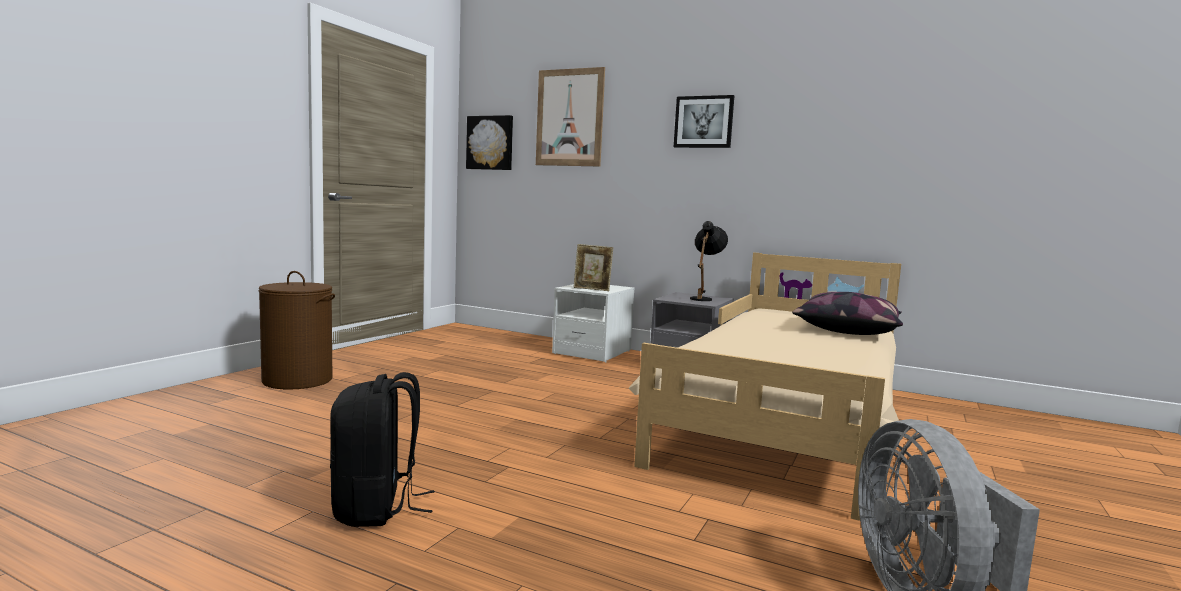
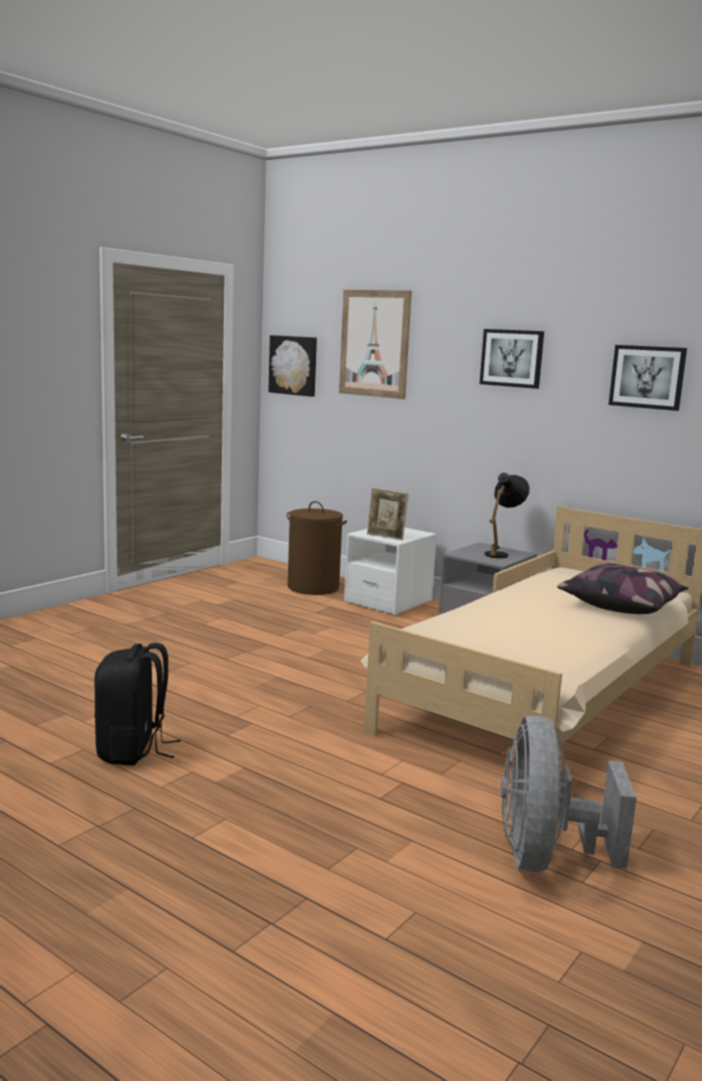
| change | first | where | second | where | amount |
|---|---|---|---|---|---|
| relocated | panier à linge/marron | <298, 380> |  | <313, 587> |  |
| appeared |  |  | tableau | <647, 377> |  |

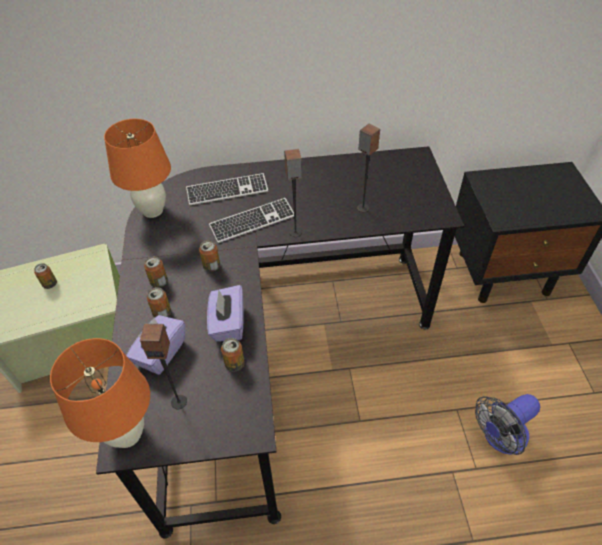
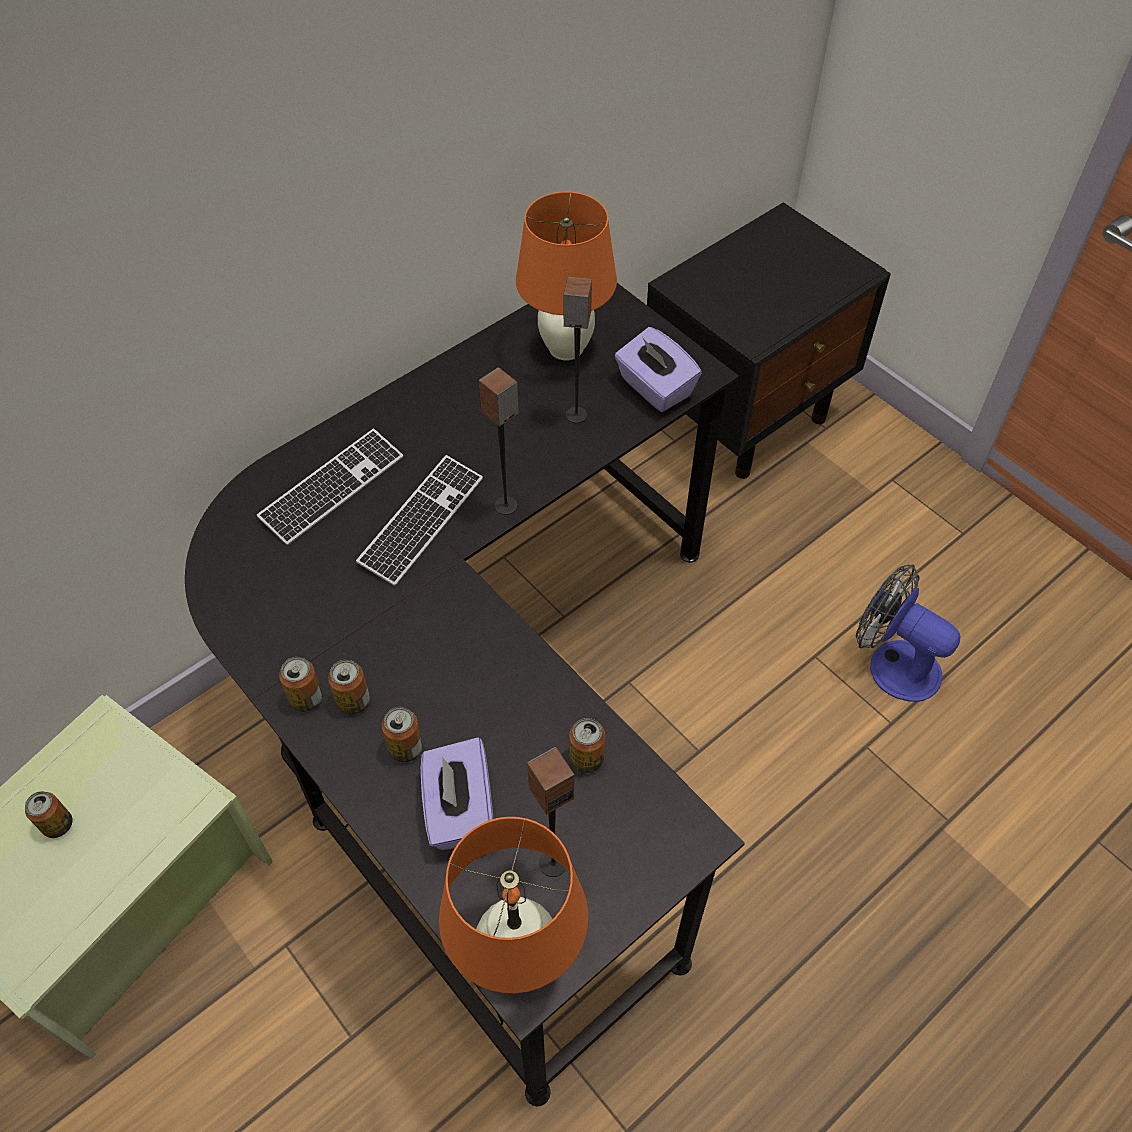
| change | first | where | second | where | amount |
|---|---|---|---|---|---|
| relocated | lampe de table/orange | <153, 211> |  | <566, 348> |  |
| relocated | boîte métallique | <211, 266> |  | <306, 698> |  |
| relocated | boîte à mouchoirs/violet | <228, 324> |  | <654, 388> |  |
| spun | ventilateur | <499, 438> |  | <893, 663> | 105 degrees clockwise |

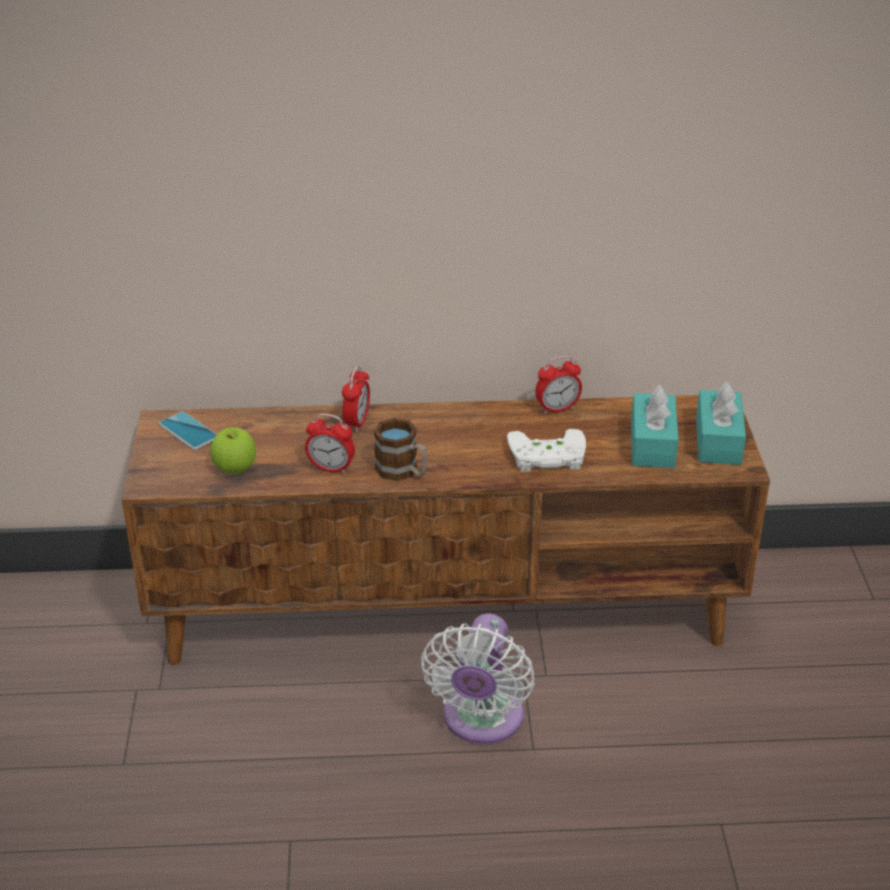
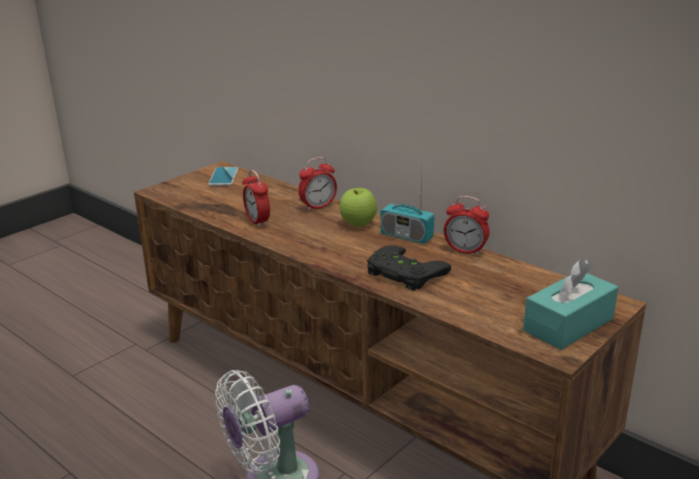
| change | first | where | second | where | amount |
|---|---|---|---|---|---|
| relocated | pomme | <235, 469> |  | <358, 224> |  |
| missing | mug | <403, 472> |  |  |  |
| colour | manette/blanc | <546, 458> | manette/noir | <402, 274> |  |
| missing | boîte à mouchoirs/turquoise | <652, 444> |  |  |  |
| appeared |  |  | radio | <406, 236> |  |

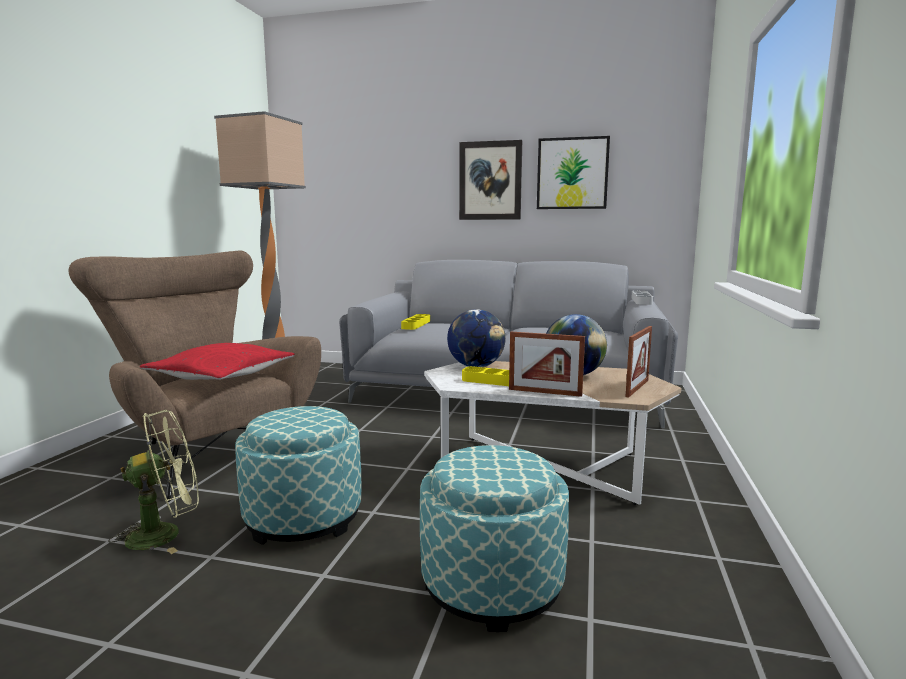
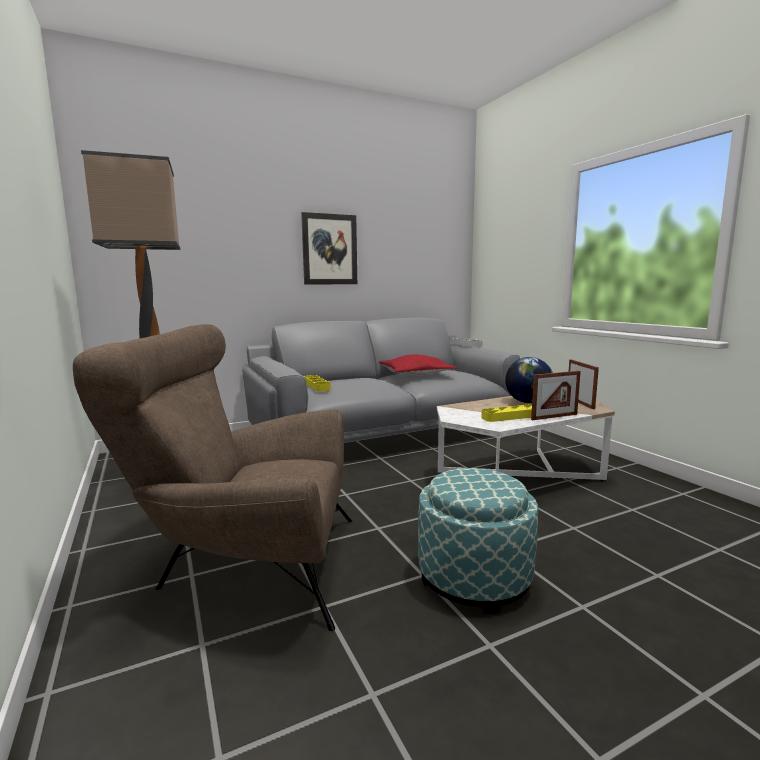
| change | first | where | second | where | amount |
|---|---|---|---|---|---|
| missing | ventilateur/vert | <165, 533> |  |  |  |
| relocated | coussin/rouge | <221, 376> |  | <415, 374> |  |
| missing | pouf | <492, 584> |  |  |  |
| missing | globe | <476, 366> |  |  |  |
| missing | tableau | <572, 173> |  |  |  |

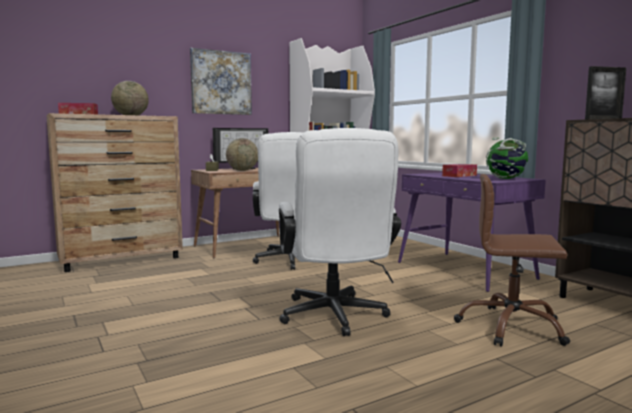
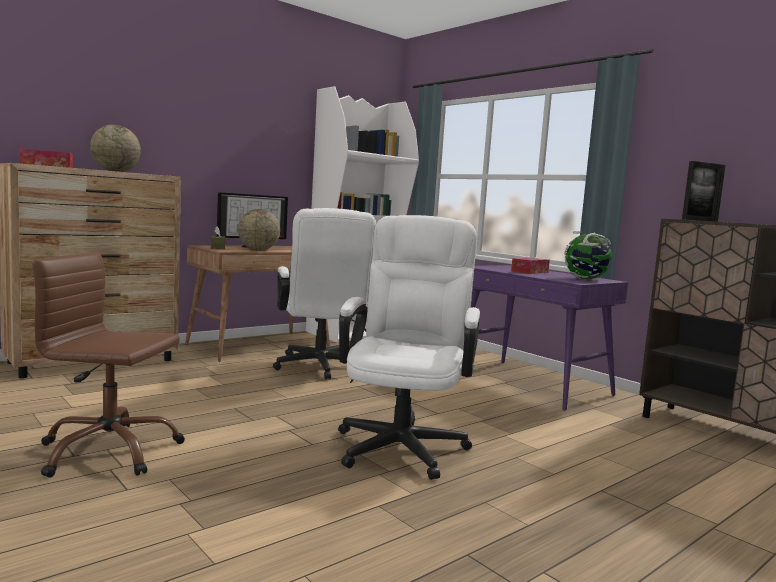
| change | first | where | second | where | amount |
|---|---|---|---|---|---|
| missing | tableau | <221, 82> |  |  |  |
| spun | chaise de bureau/blanc | <334, 318> |  | <403, 442> | 150 degrees counterclockwise |
| relocated | chaise de bureau/marron | <511, 327> |  | <109, 451> |  |

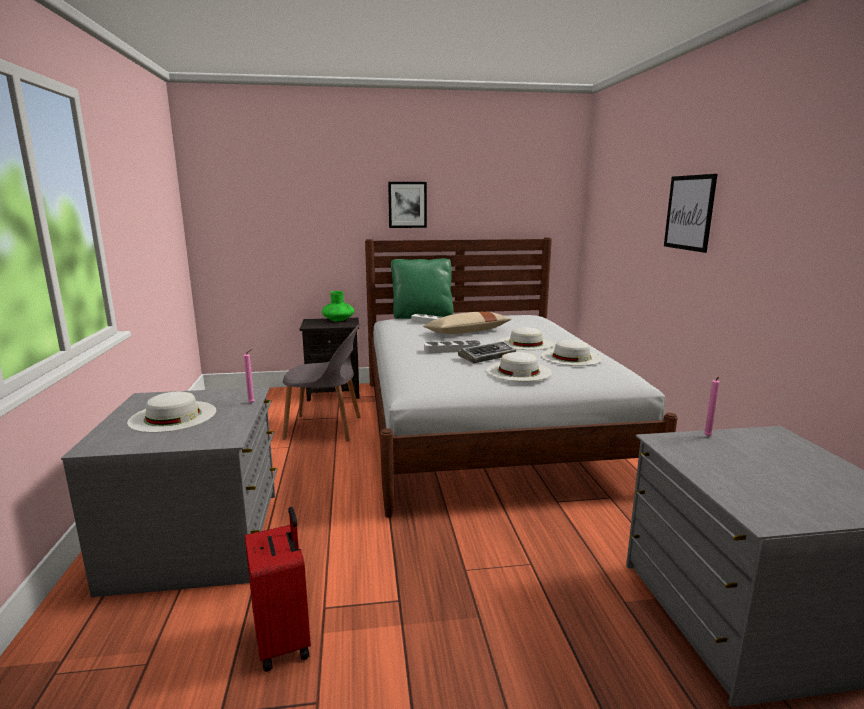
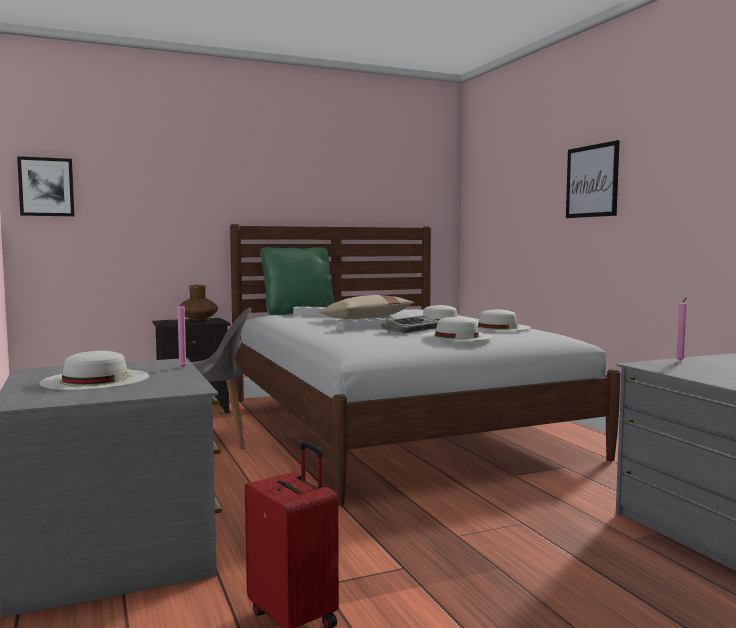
| change | first | where | second | where | amount |
|---|---|---|---|---|---|
| colour | vase/vert | <338, 320> | vase/marron | <198, 319> |  |
| relocated | tableau | <407, 205> |  | <46, 187> |  |

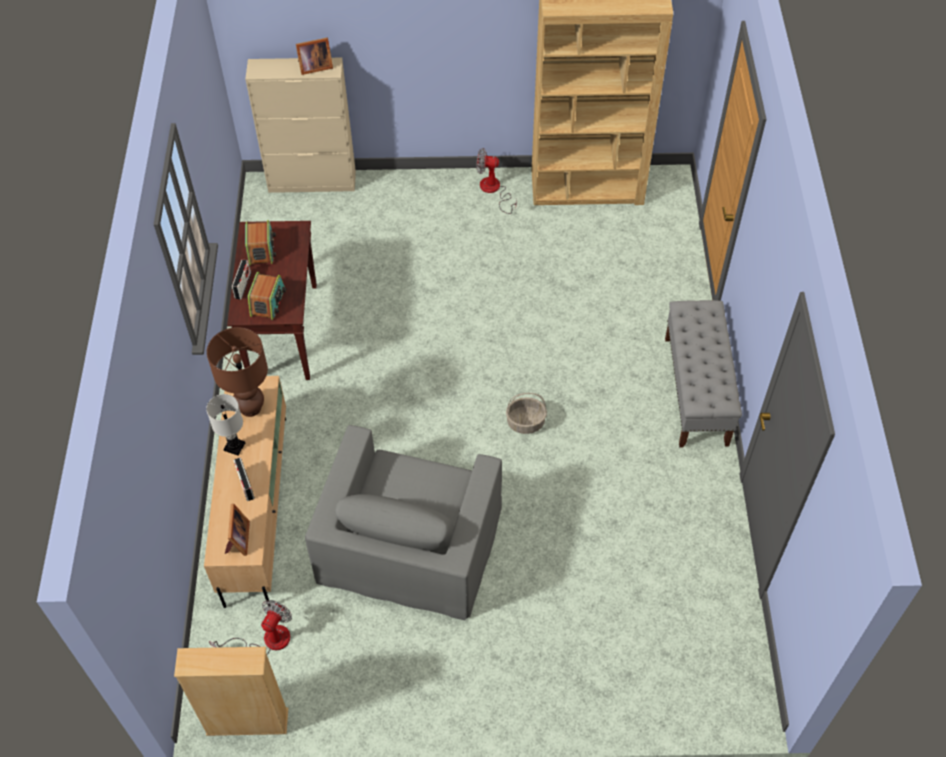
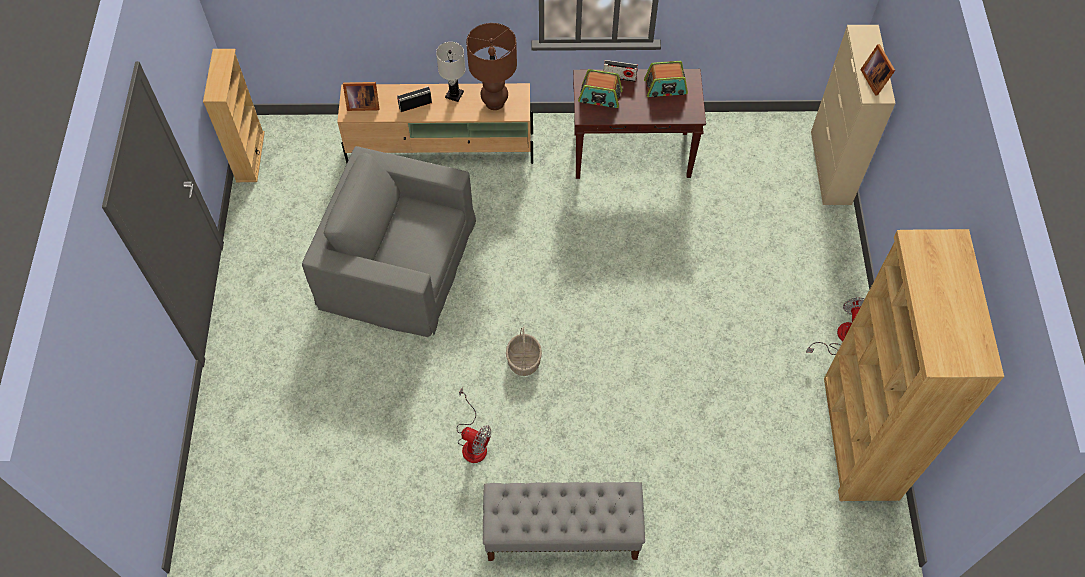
| change | first | where | second | where | amount |
|---|---|---|---|---|---|
| relocated | ventilateur | <267, 640> |  | <472, 442> |  |

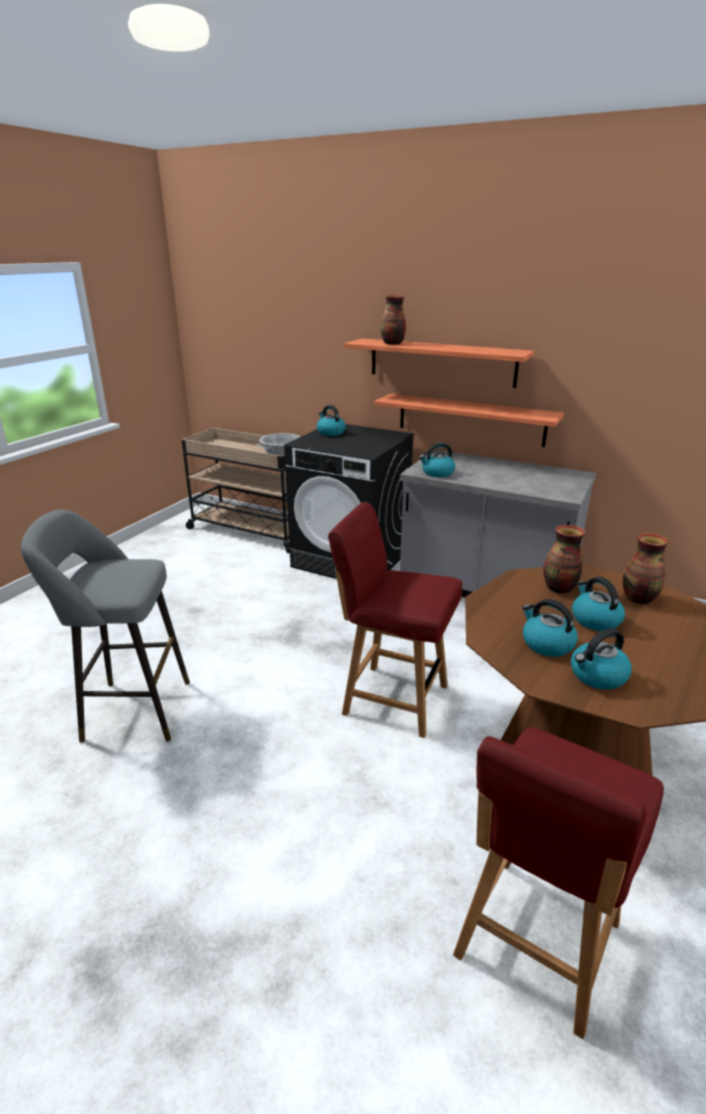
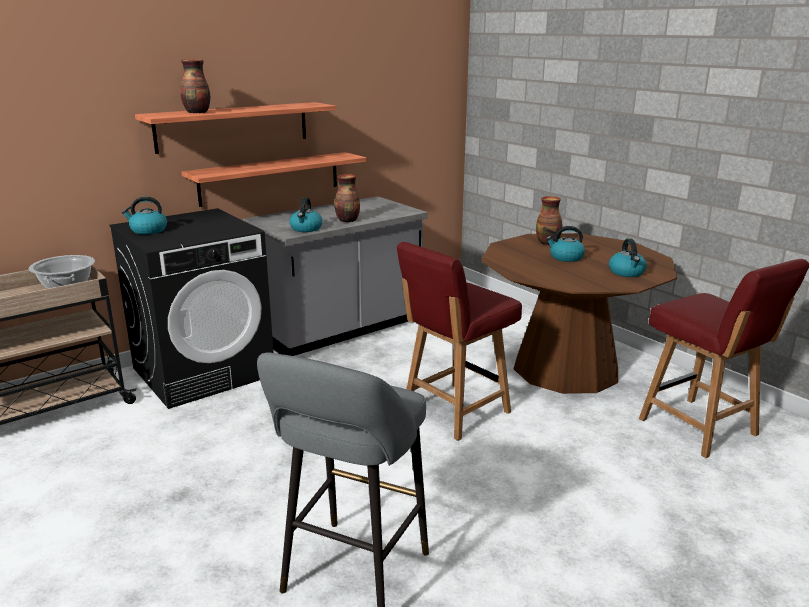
| change | first | where | second | where | amount |
|---|---|---|---|---|---|
| missing | bouilloire | <546, 644> |  |  |  |
| relocated | vase | <559, 588> |  | <348, 220> |  |

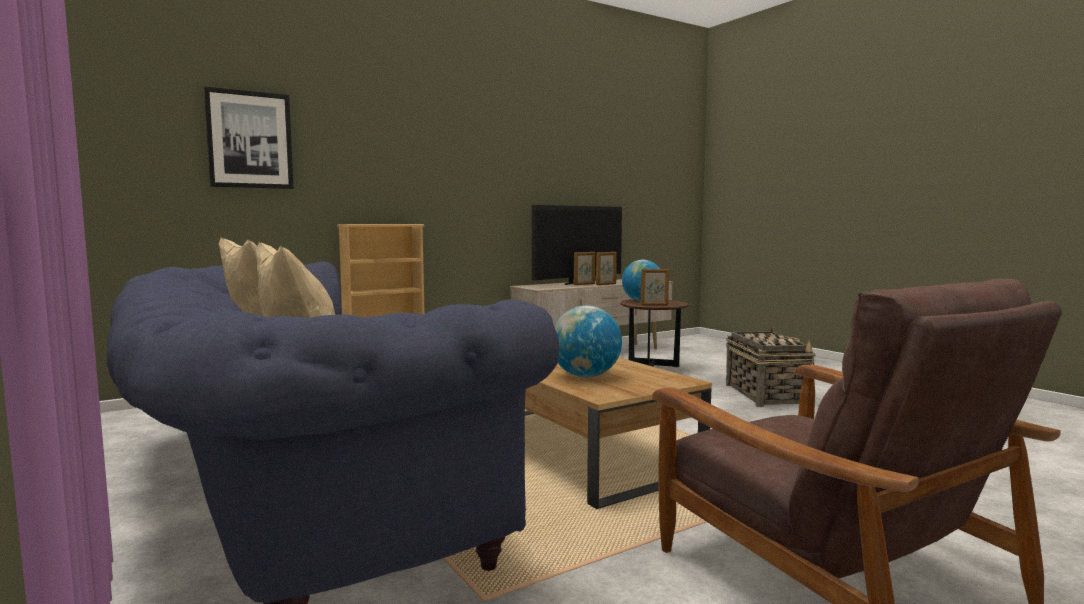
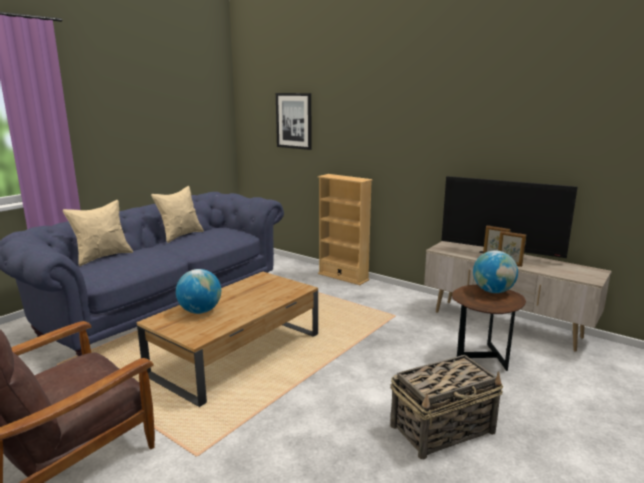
| change | first | where | second | where | amount |
|---|---|---|---|---|---|
| missing | cadre photo | <654, 305> |  |  |  |

